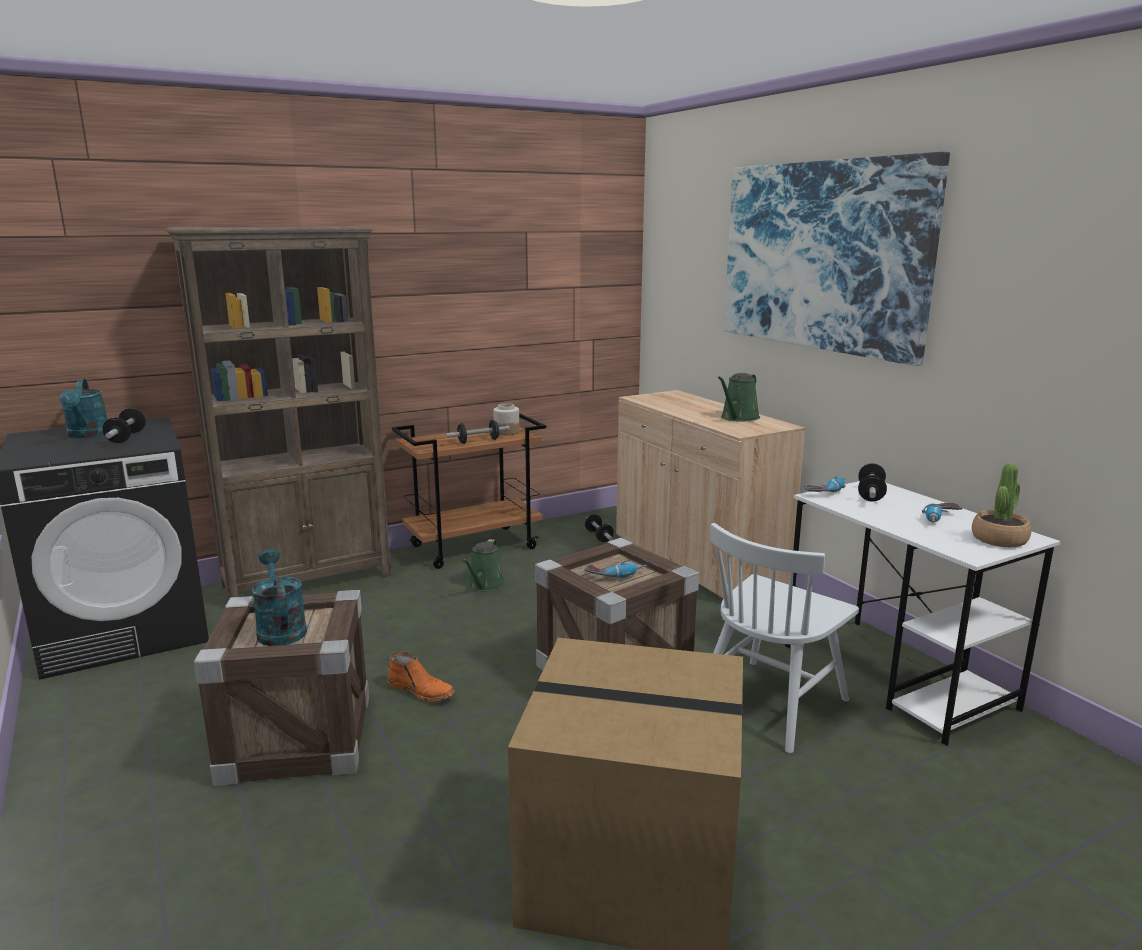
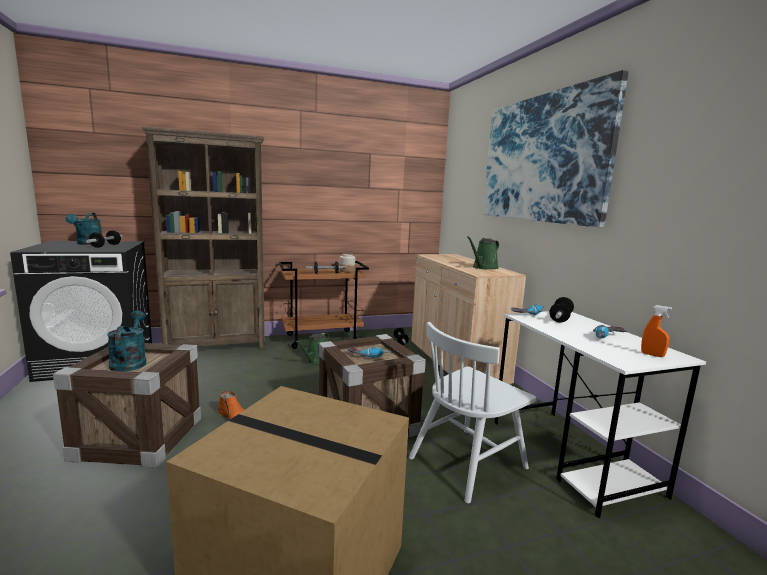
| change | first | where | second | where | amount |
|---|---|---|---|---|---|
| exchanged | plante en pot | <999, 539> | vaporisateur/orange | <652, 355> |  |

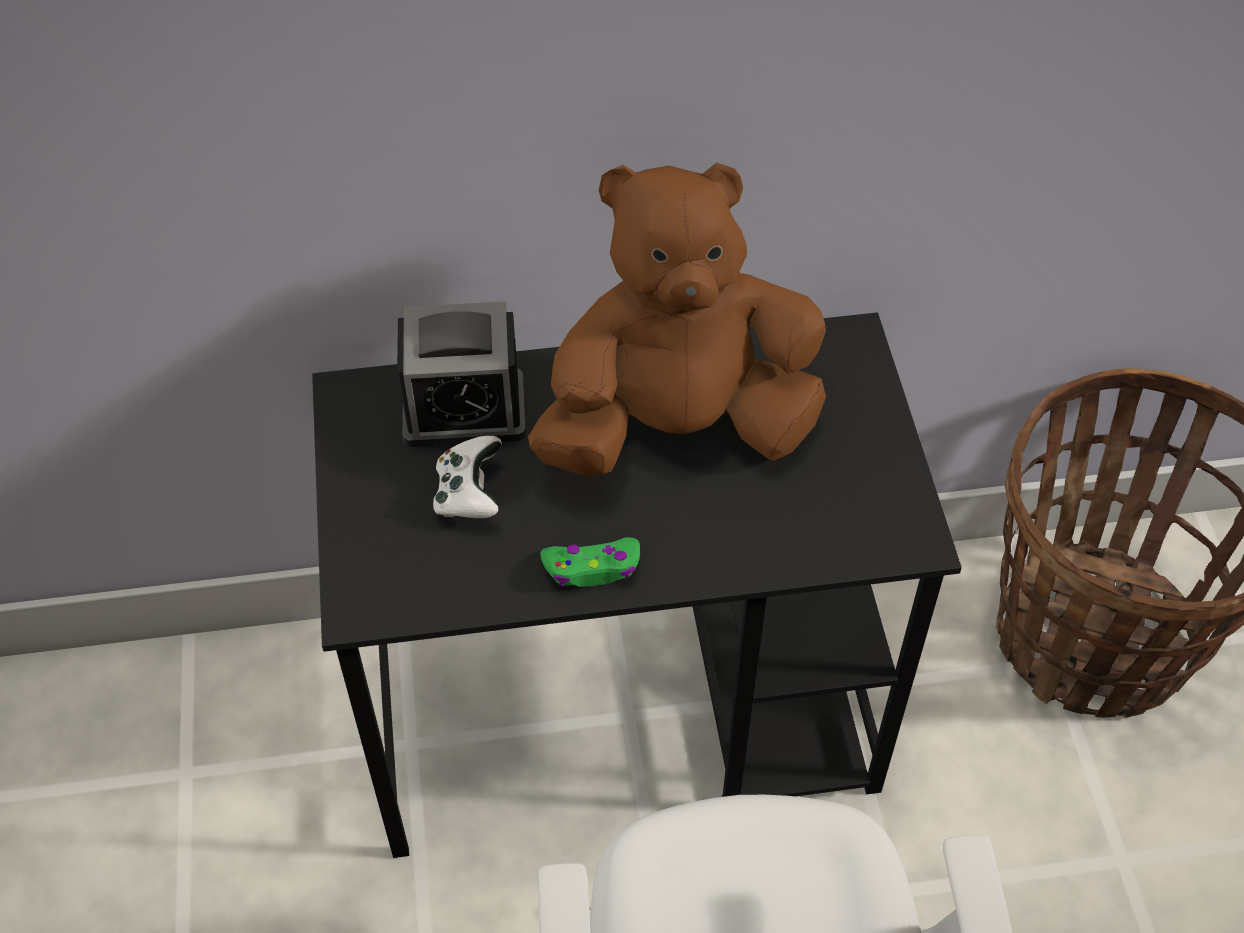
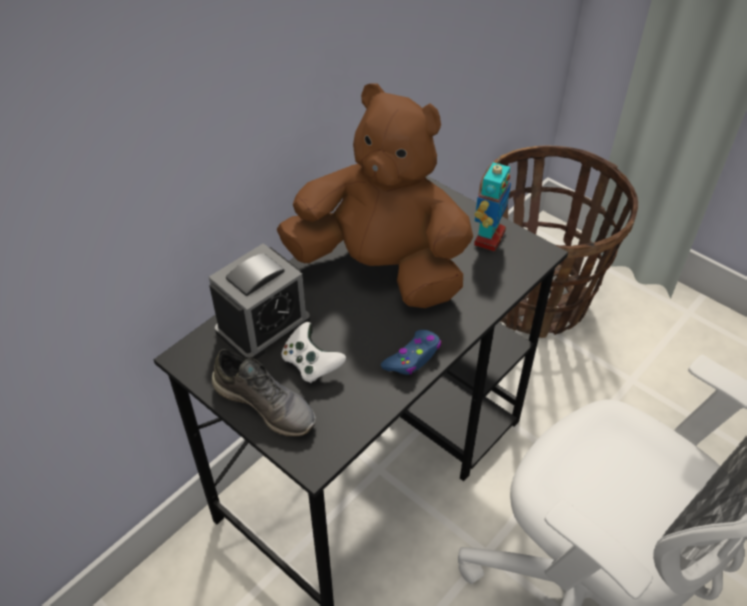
| change | first | where | second | where | amount |
|---|---|---|---|---|---|
| spun | peluche/marron | <677, 427> |  | <381, 268> | 75 degrees clockwise |
| colour | manette/vert | <592, 568> | manette/bleu | <413, 358> |  |
| appeared |  |  | chaussure/gris | <266, 403> |  |
| appeared |  |  | robot jouet | <488, 238> |  |

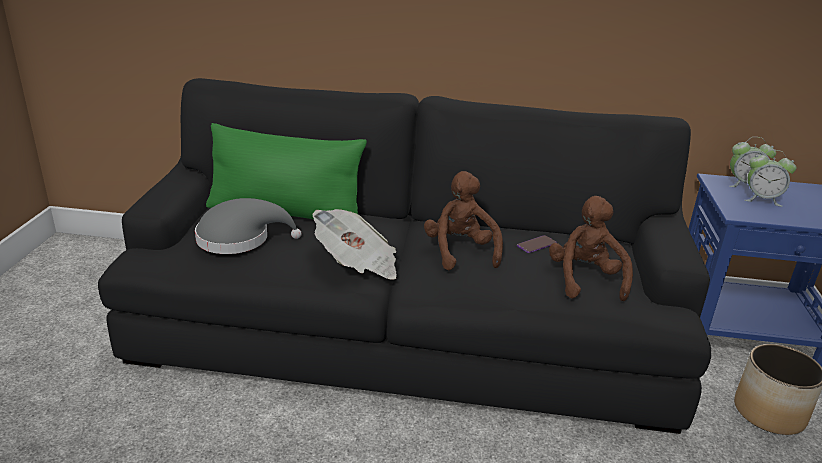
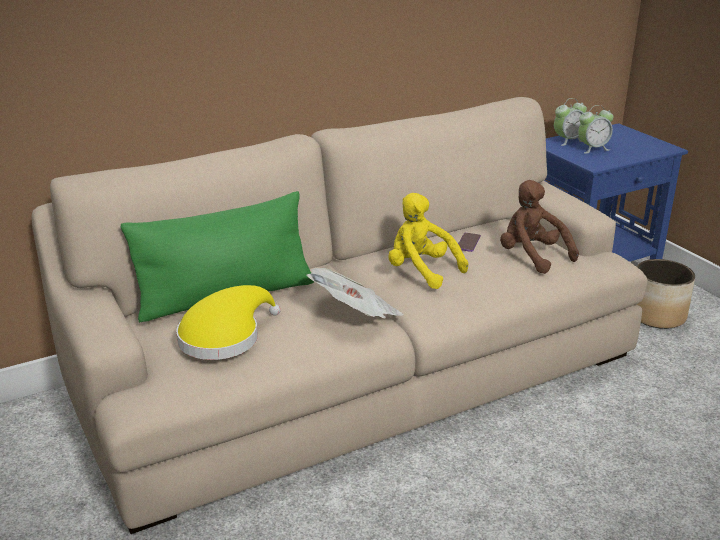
| change | first | where | second | where | amount |
|---|---|---|---|---|---|
| colour | canapé/noir | <406, 331> | canapé/beige | <359, 375> |  |
| colour | chapeau/gris | <239, 239> | chapeau/jaune | <224, 337> |  |
| colour | peluche/marron | <460, 252> | peluche/jaune | <421, 271> |  |

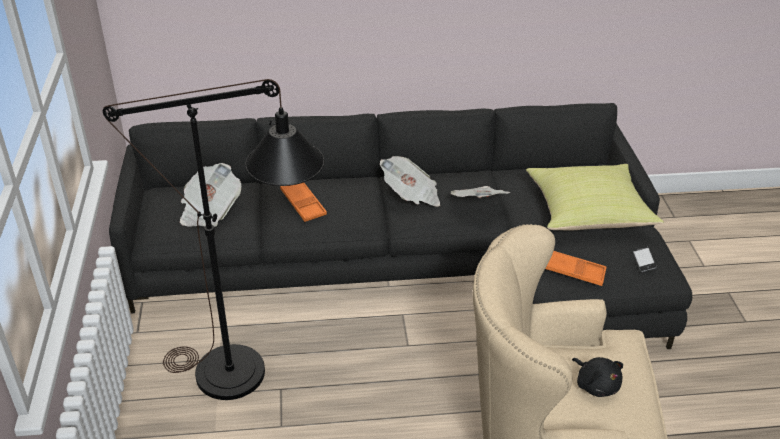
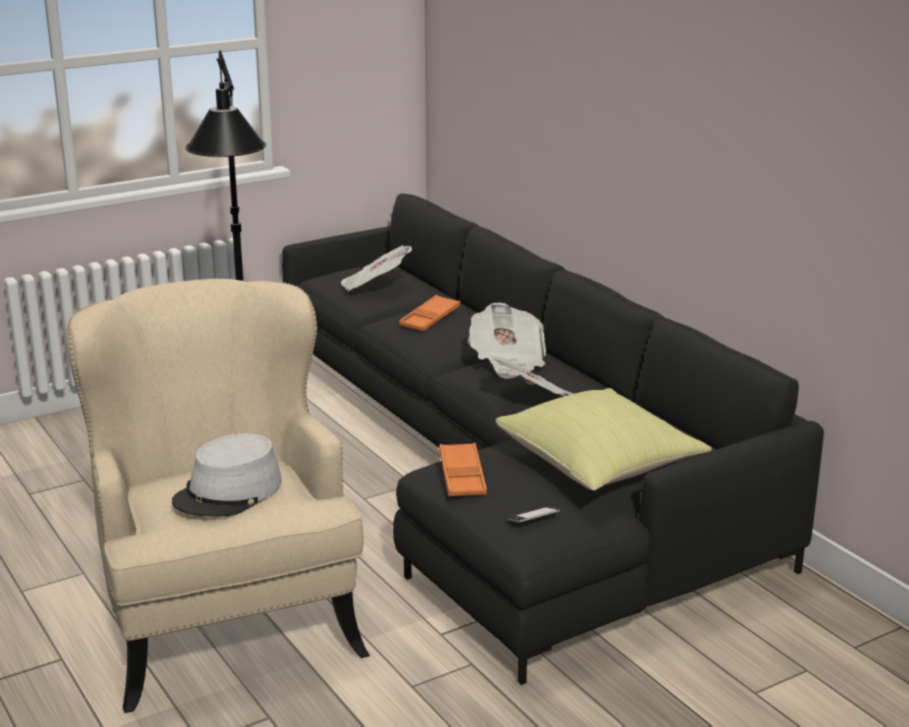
| change | first | where | second | where | amount |
|---|---|---|---|---|---|
| exchanged | peluche/noir | <596, 384> | chapeau/gris | <228, 492> |  |

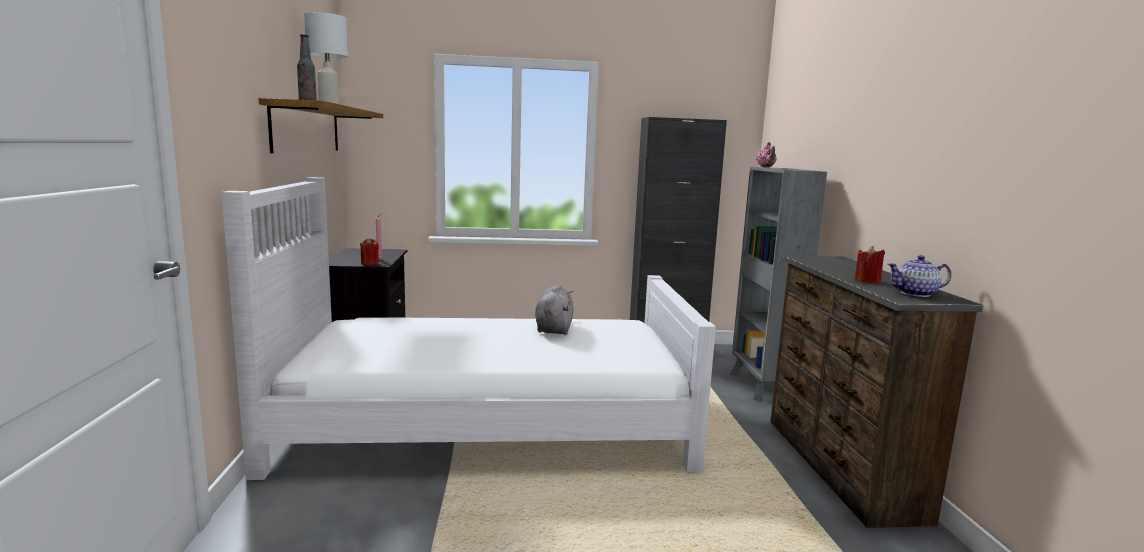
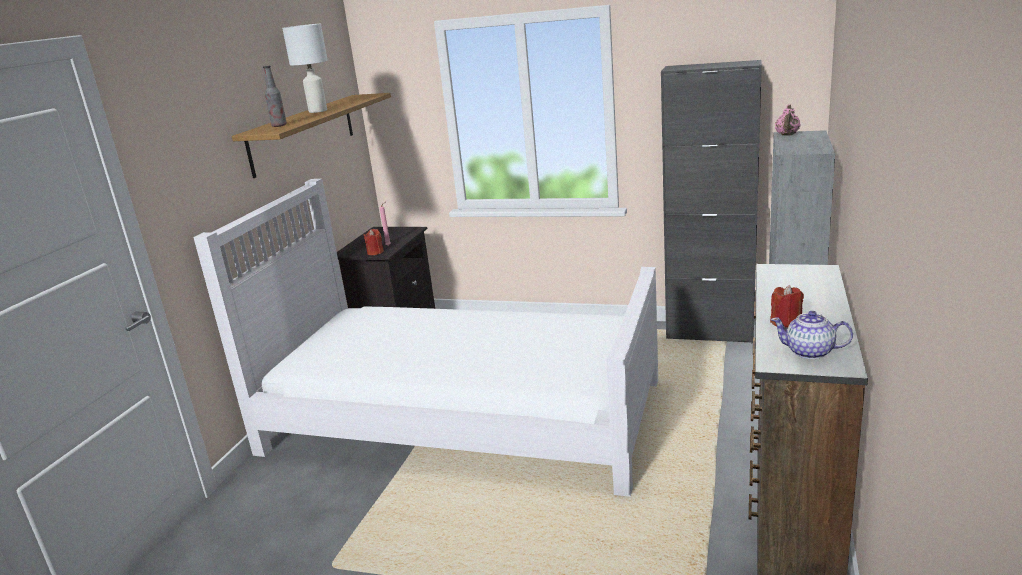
| change | first | where | second | where | amount |
|---|---|---|---|---|---|
| missing | peluche/gris | <554, 328> |  |  |  |

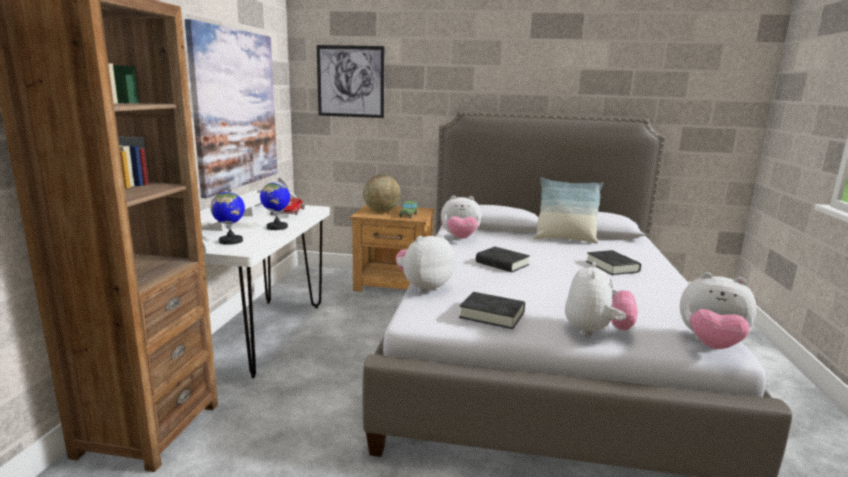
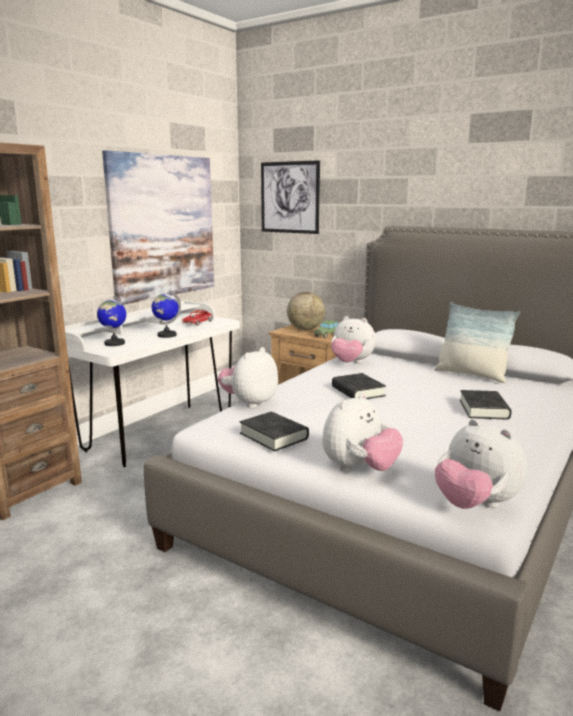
| change | first | where | second | where | amount |
|---|---|---|---|---|---|
| spun | peluche | <423, 287> |  | <249, 403> | 45 degrees counterclockwise |

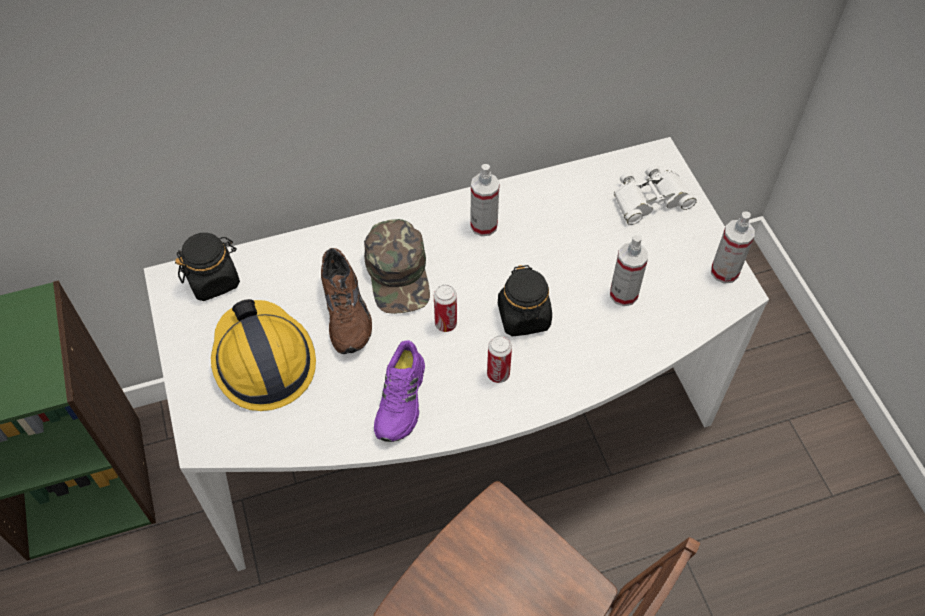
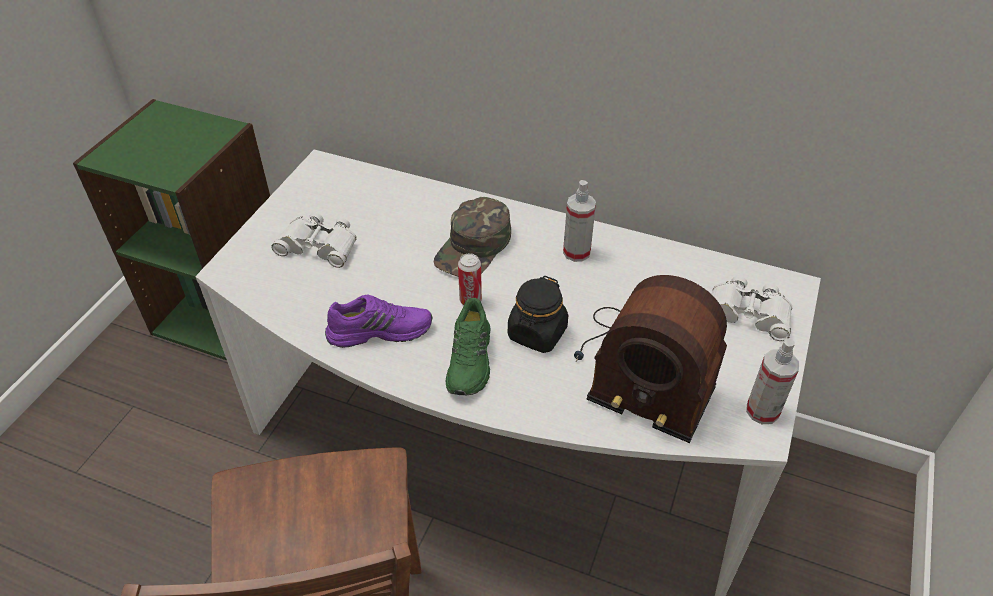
| change | first | where | second | where | amount |
|---|---|---|---|---|---|
| missing | bocal/noir | <213, 280> |  |  |  |
| exchanged | casque de chantier | <263, 361> | jumelles/blanc | <318, 246> |  |
| missing | chaussure/marron | <348, 311> |  |  |  |
| spun | chaussure/violet | <402, 400> |  | <380, 330> | 150 degrees counterclockwise |
| exchanged | boîte métallique | <498, 374> | chaussure/vert | <471, 360> |  |
| exchanged | vaporisateur | <623, 294> | radio | <643, 369> |  |

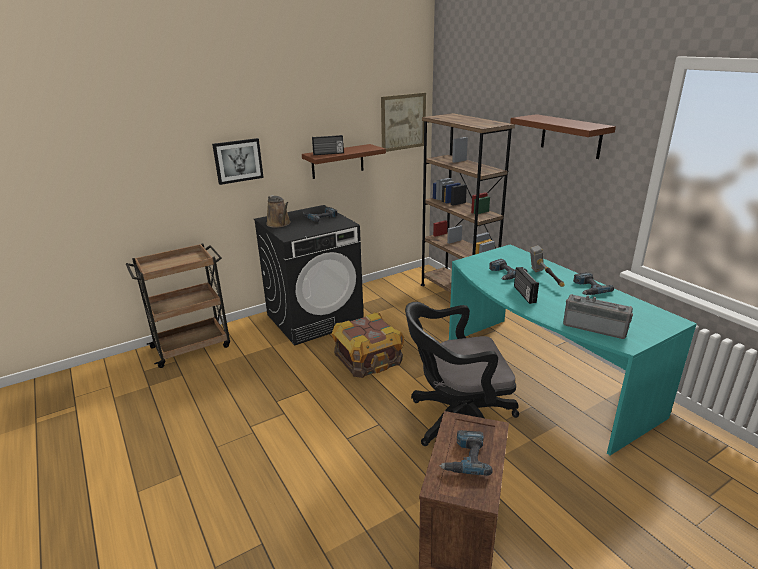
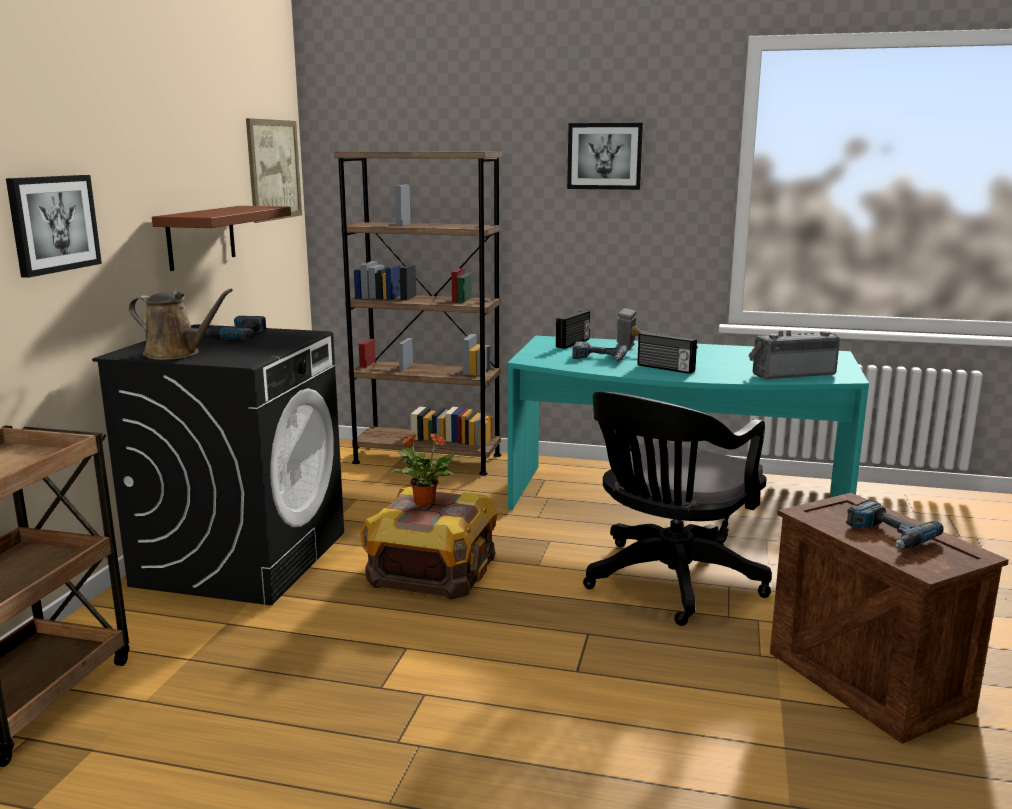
| change | first | where | second | where | amount |
|---|---|---|---|---|---|
| relocated | radio | <328, 153> |  | <573, 343> |  |
| exchanged | étagère/marron | <571, 136> | tableau | <605, 156> |  |
| missing | perceuse | <588, 288> |  |  |  |
| appeared |  |  | plante en pot | <423, 501> |  |

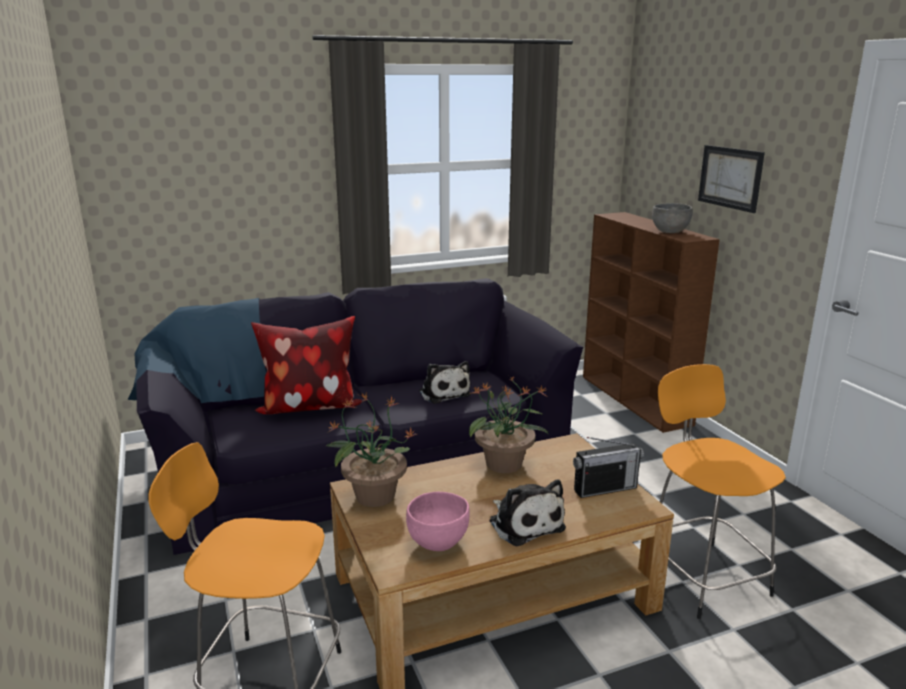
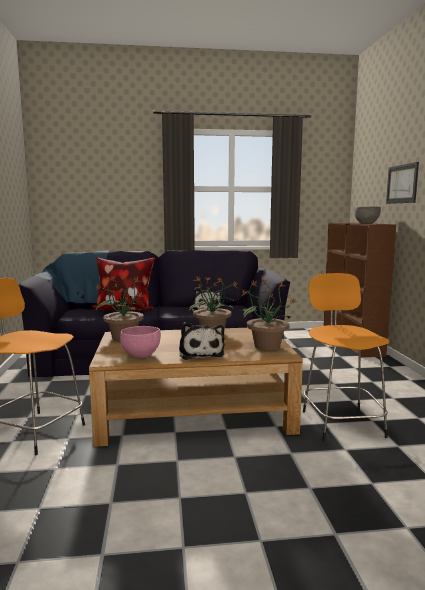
| change | first | where | second | where | amount |
|---|---|---|---|---|---|
| exchanged | radio | <605, 489> | plante en pot | <266, 346> |  |

